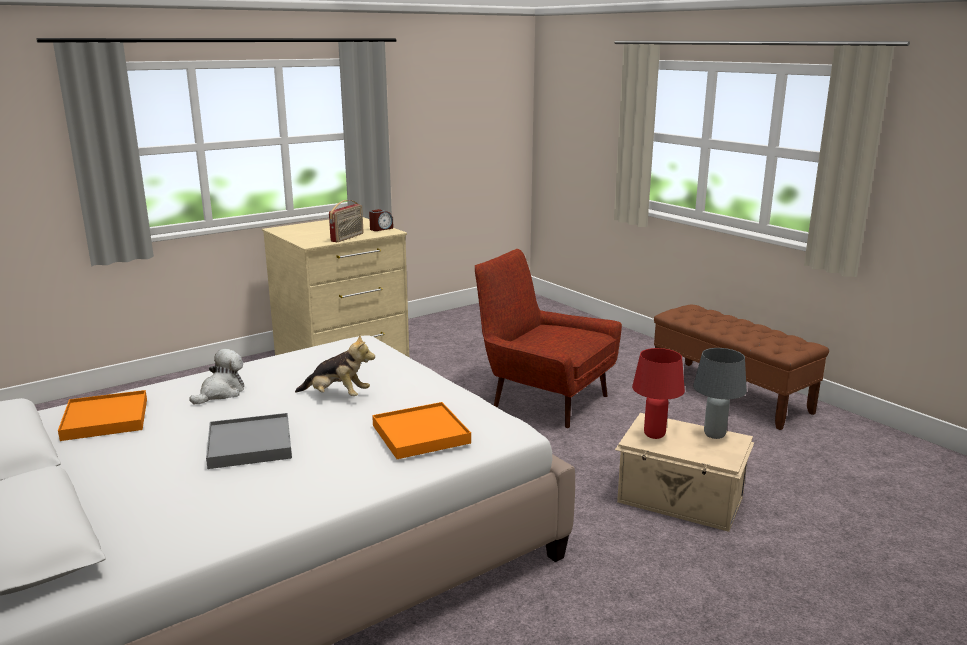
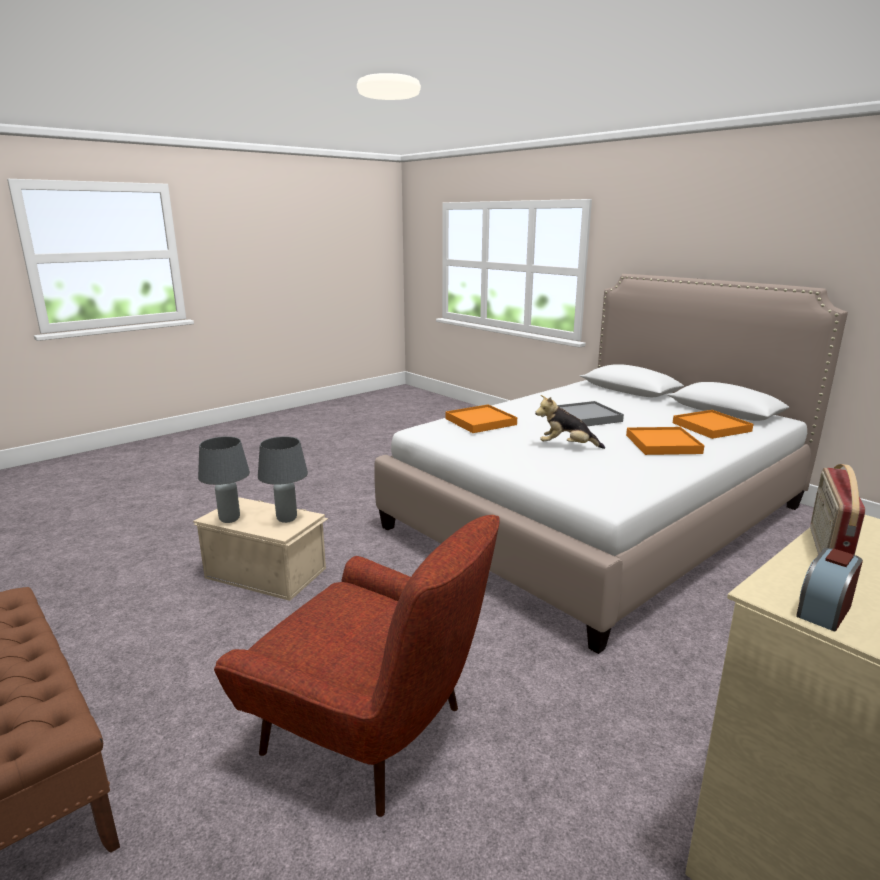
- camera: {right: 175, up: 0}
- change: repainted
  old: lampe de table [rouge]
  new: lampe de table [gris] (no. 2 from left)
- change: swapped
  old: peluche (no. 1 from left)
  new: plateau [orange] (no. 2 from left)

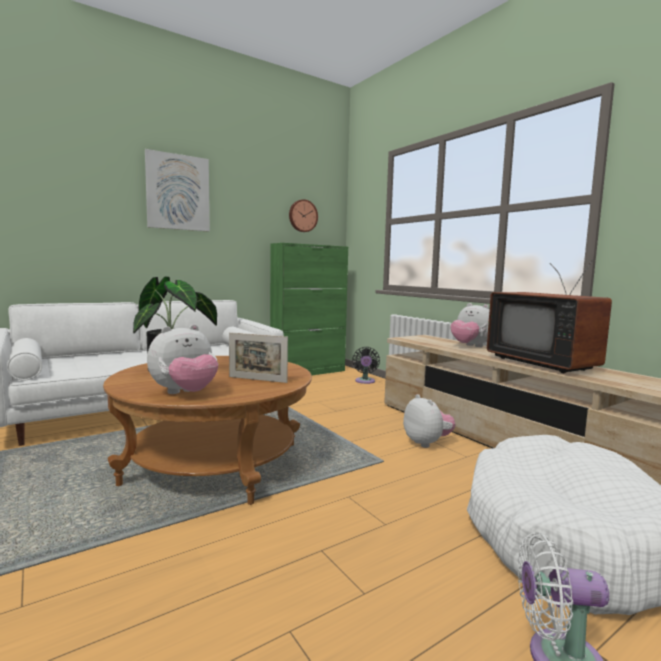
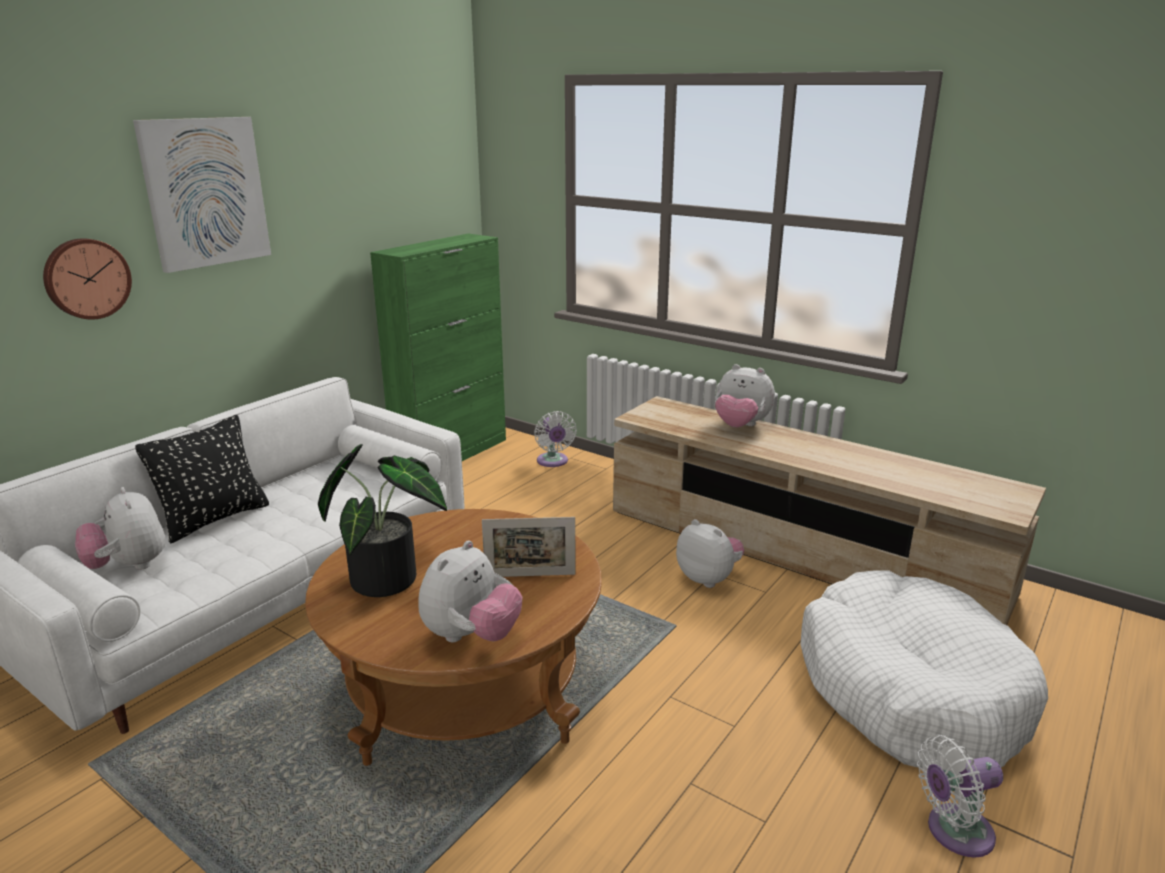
- camera: {right: -20, up: 15}
- change: shifted
  old: horloge murale
- change: new
  new: peluche (no. 1 from left)
- change: new
  new: coussin [noir]
- change: repainted
  old: ventilateur [noir]
  new: ventilateur [blanc] (no. 1 from left)
- change: gone
  old: téléviseur

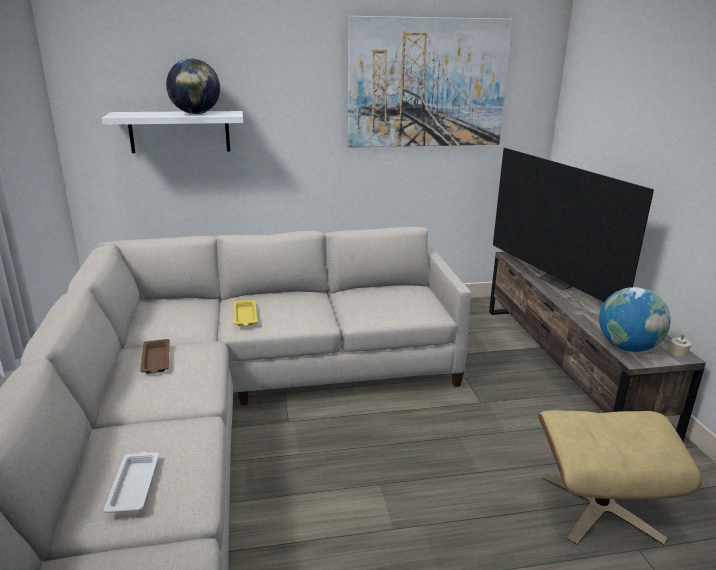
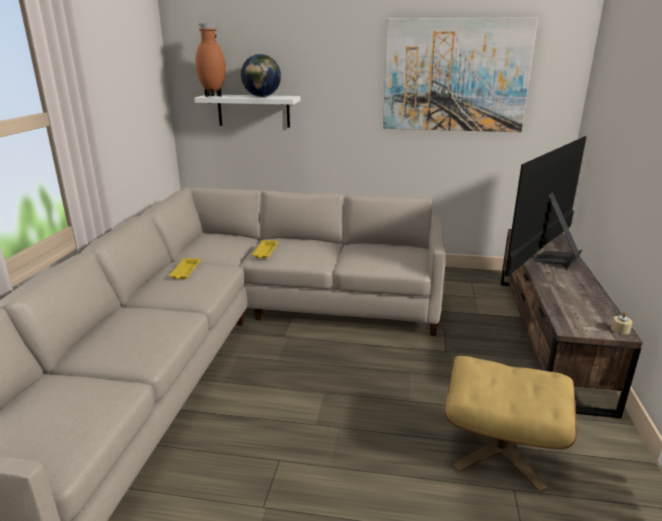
- camera: {right: 20, up: 0}
- change: repainted
  old: plateau [marron]
  new: plateau [jaune] (no. 1 from left)
- change: new
  new: vase [marron]
- change: rotated
  old: téléviseur
  degrees: 45
- change: gone
  old: plateau [blanc]
- change: gone
  old: globe (no. 2 from left)

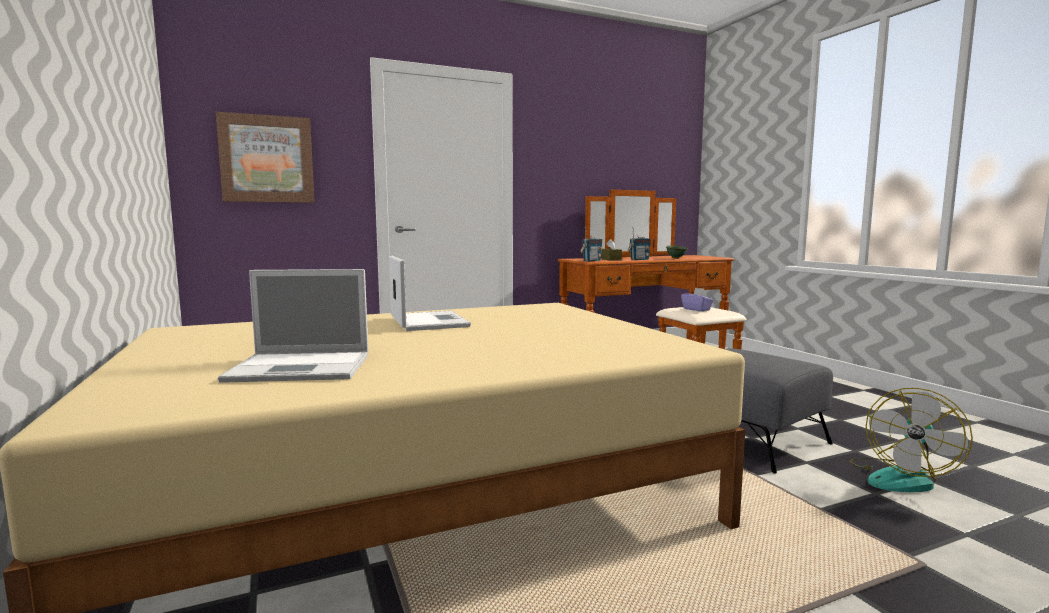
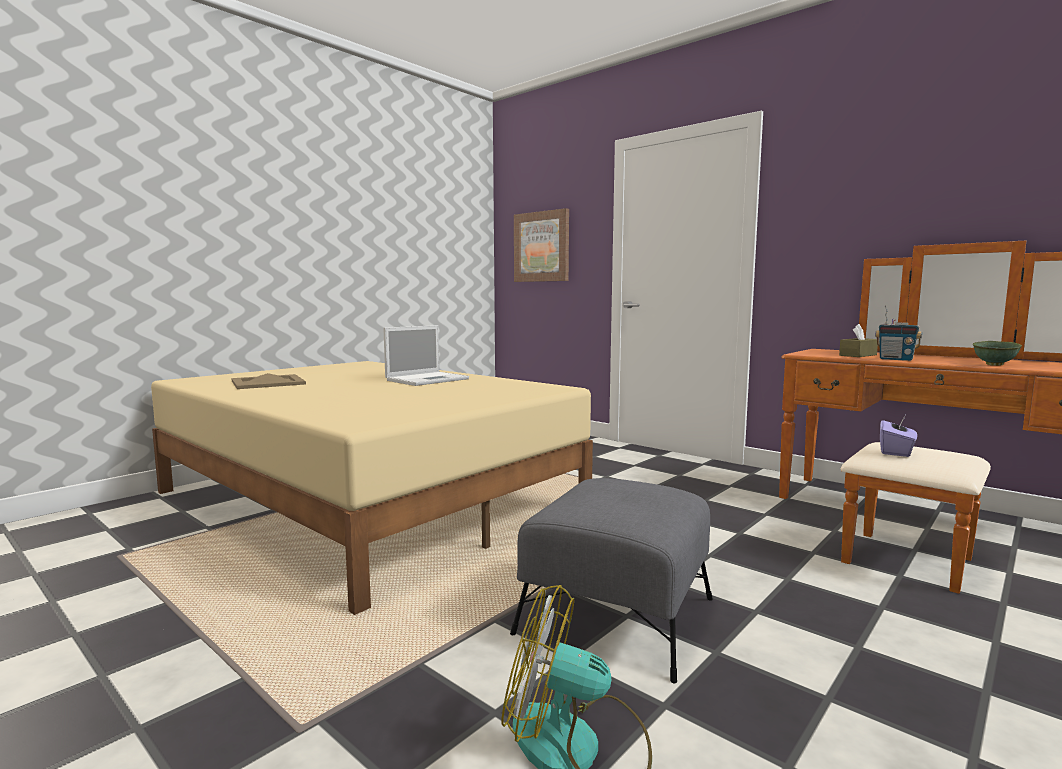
- camera: {right: 65, up: 0}
- change: swapped
  old: ordinateur portable (no. 1 from left)
  new: plateau [beige]
- change: gone
  old: radio (no. 1 from left)

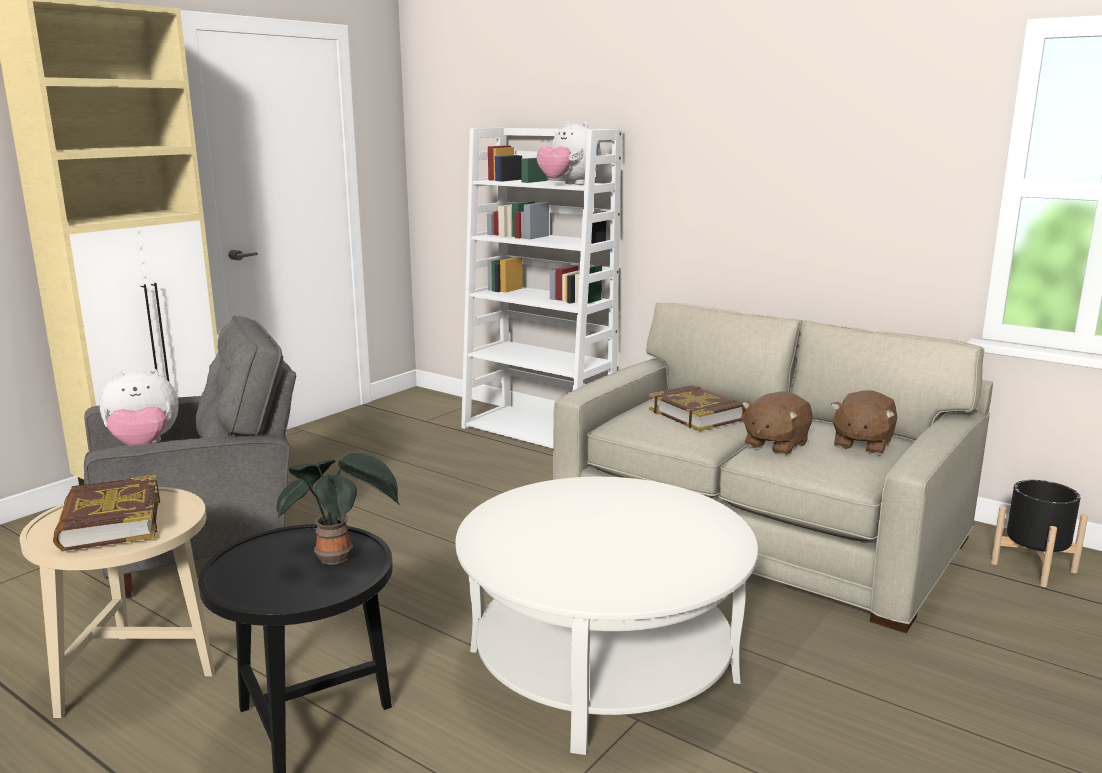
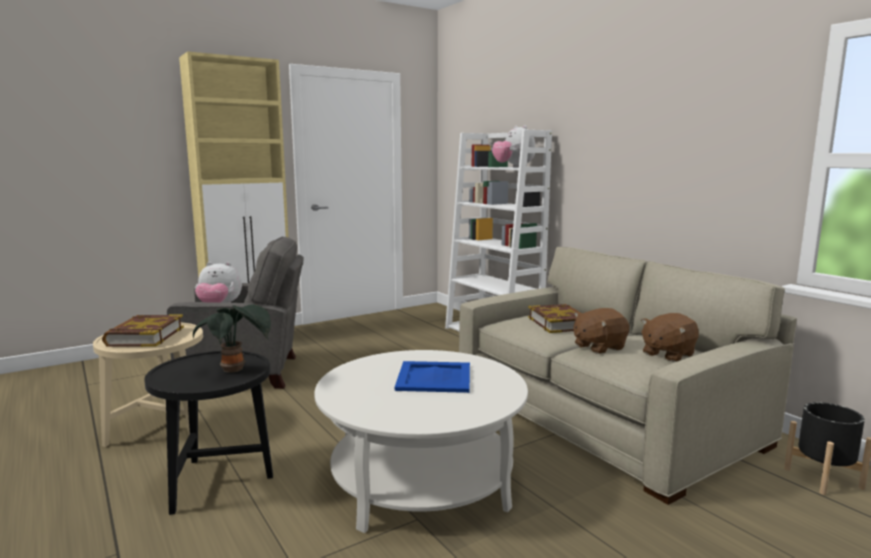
- camera: {right: 20, up: -5}
- change: new
  new: plateau [bleu]

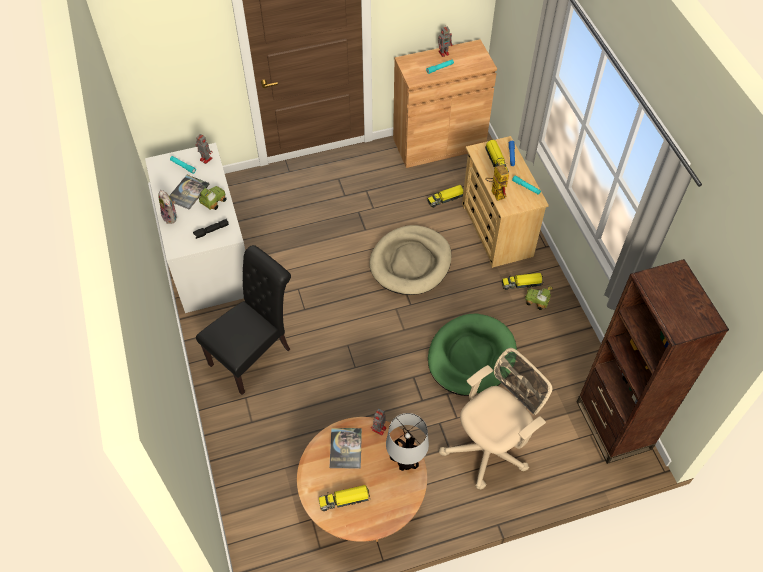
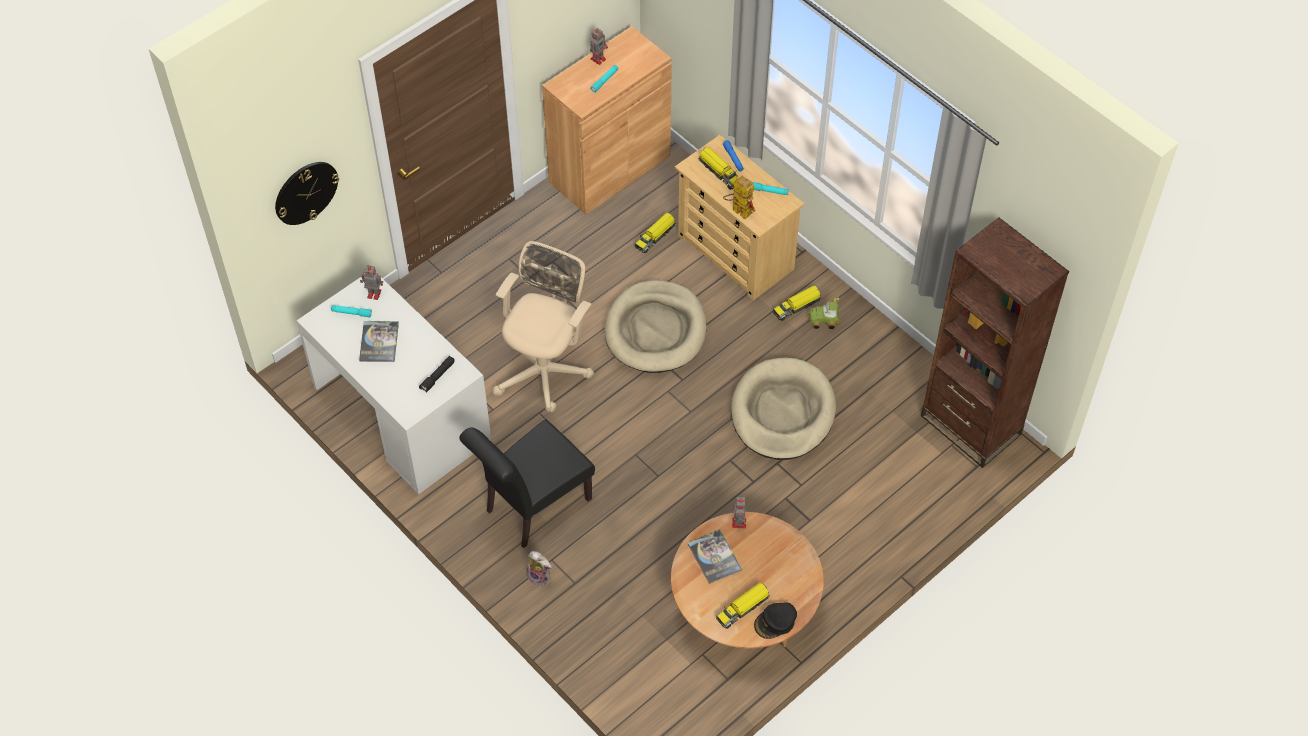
- camera: {right: -25, up: 0}
- change: new
  new: horloge murale
- change: rotated
  old: chaise [noir]
  degrees: -150
- change: shifted
  old: chaise de bureau [beige]
- change: shifted
  old: peluche
- change: repainted
  old: panier pour chien [vert]
  new: panier pour chien [beige] (no. 2 from left)
- change: new
  new: casquette [noir]
- change: gone
  old: petite voiture (no. 1 from left)
- change: gone
  old: lampe de table

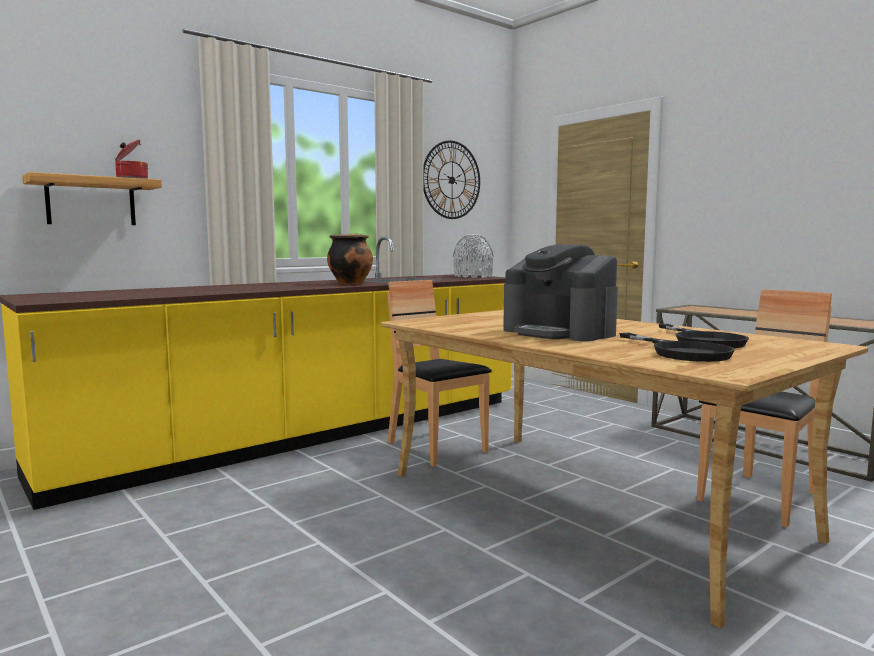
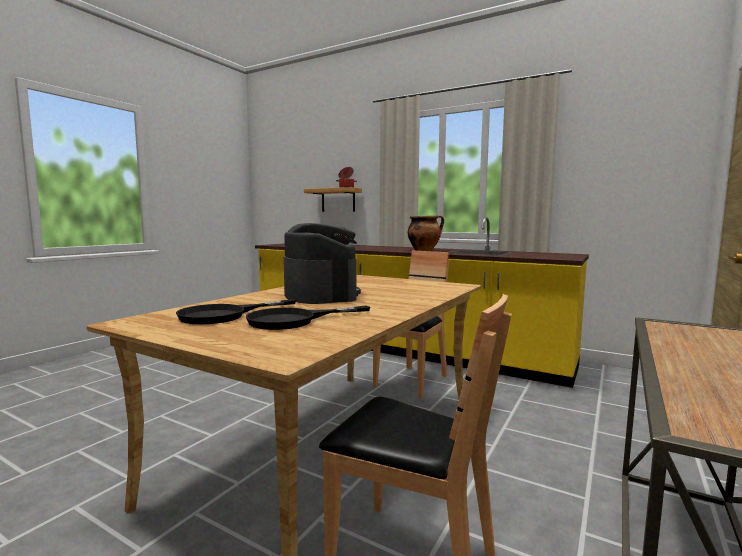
- camera: {right: 70, up: 0}
- change: rotated
  old: machine à café
  degrees: 135
- change: gone
  old: horloge murale
- change: gone
  old: vase [gris]

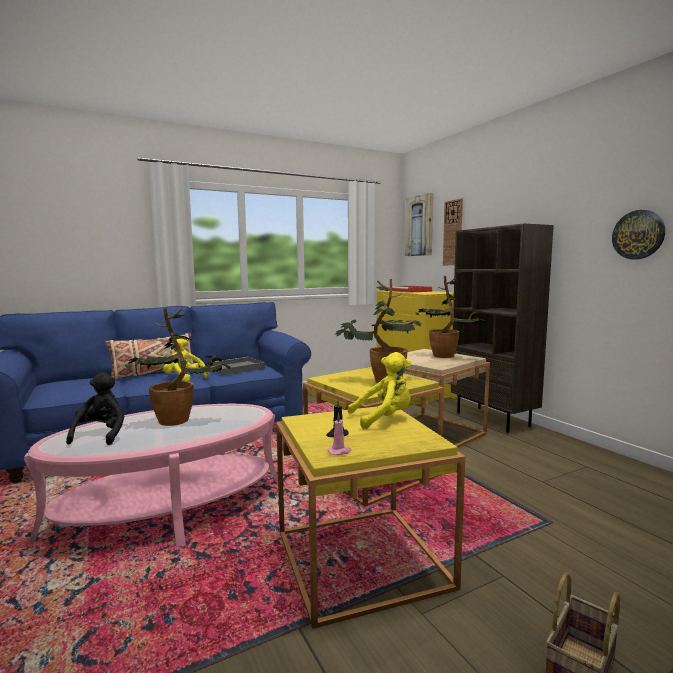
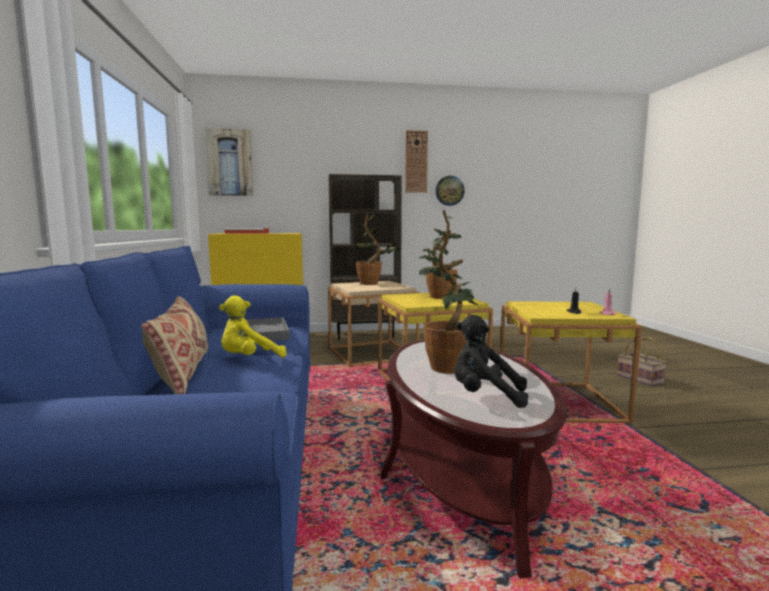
- camera: {right: -70, up: 0}
- change: repainted
  old: table basse [rose]
  new: table basse [marron]
- change: shifted
  old: horloge murale (no. 1 from left)
- change: gone
  old: peluche [jaune] (no. 2 from left)

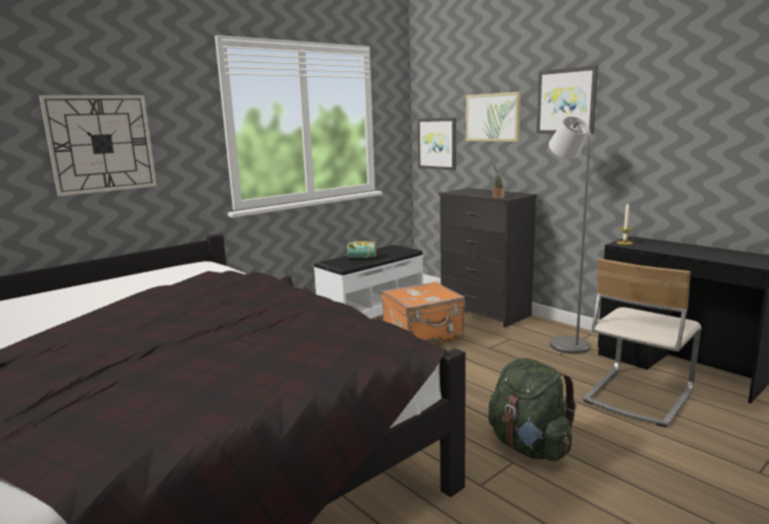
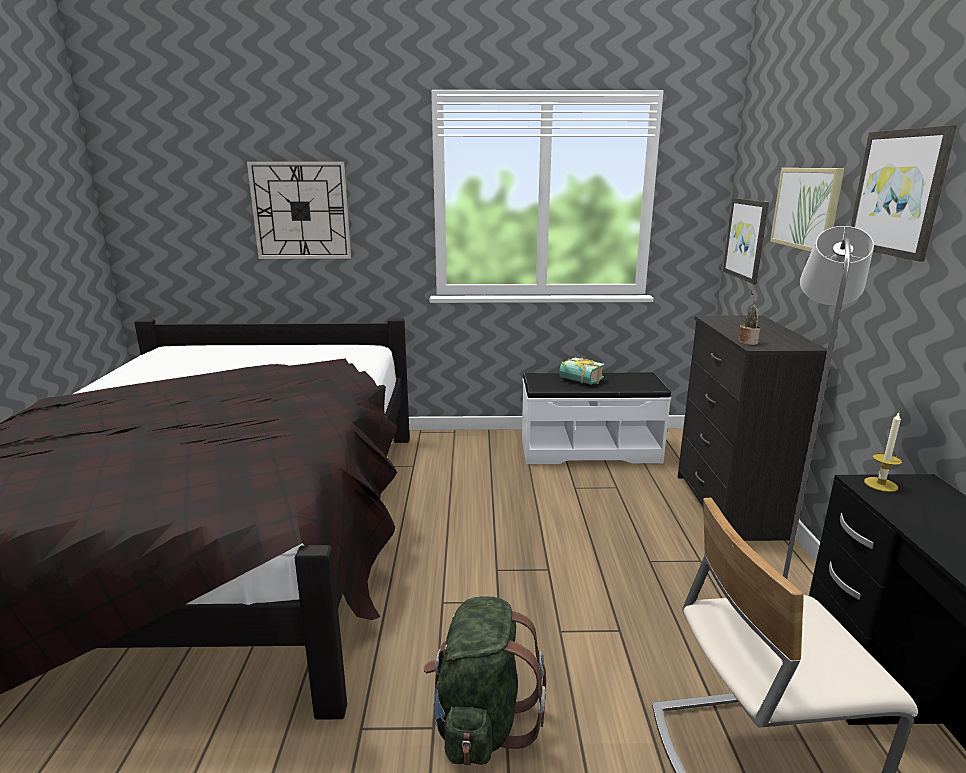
- camera: {right: 40, up: 5}
- change: gone
  old: valise [orange]

